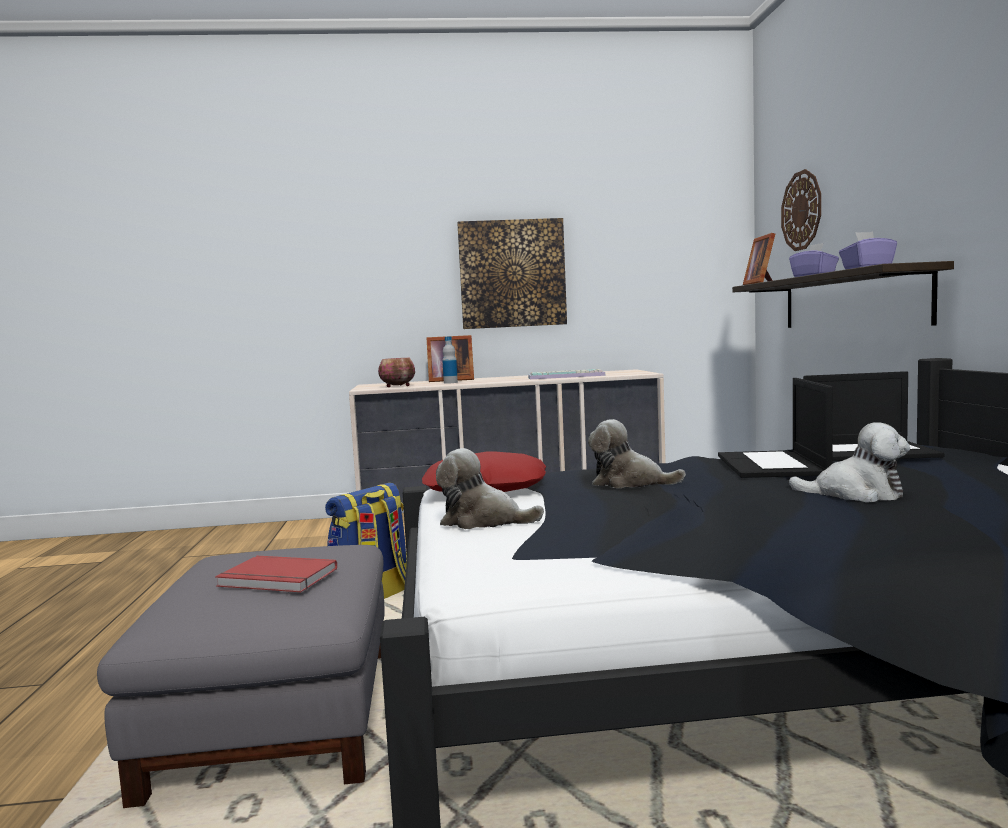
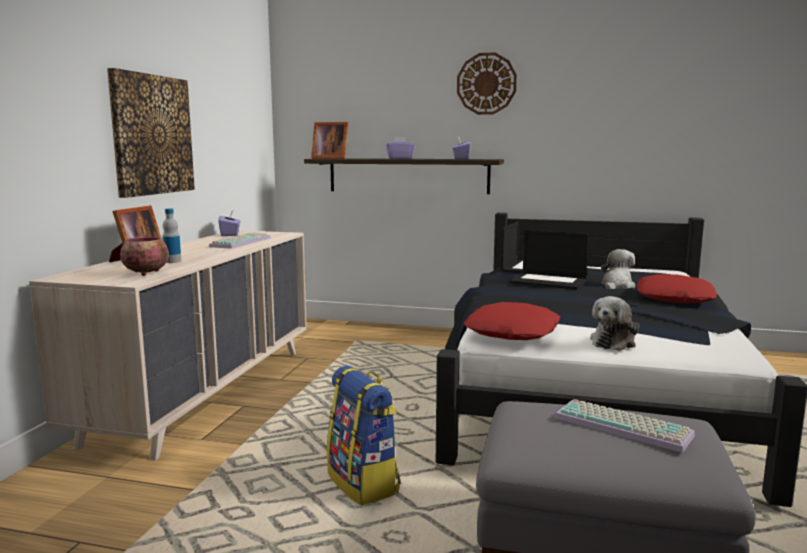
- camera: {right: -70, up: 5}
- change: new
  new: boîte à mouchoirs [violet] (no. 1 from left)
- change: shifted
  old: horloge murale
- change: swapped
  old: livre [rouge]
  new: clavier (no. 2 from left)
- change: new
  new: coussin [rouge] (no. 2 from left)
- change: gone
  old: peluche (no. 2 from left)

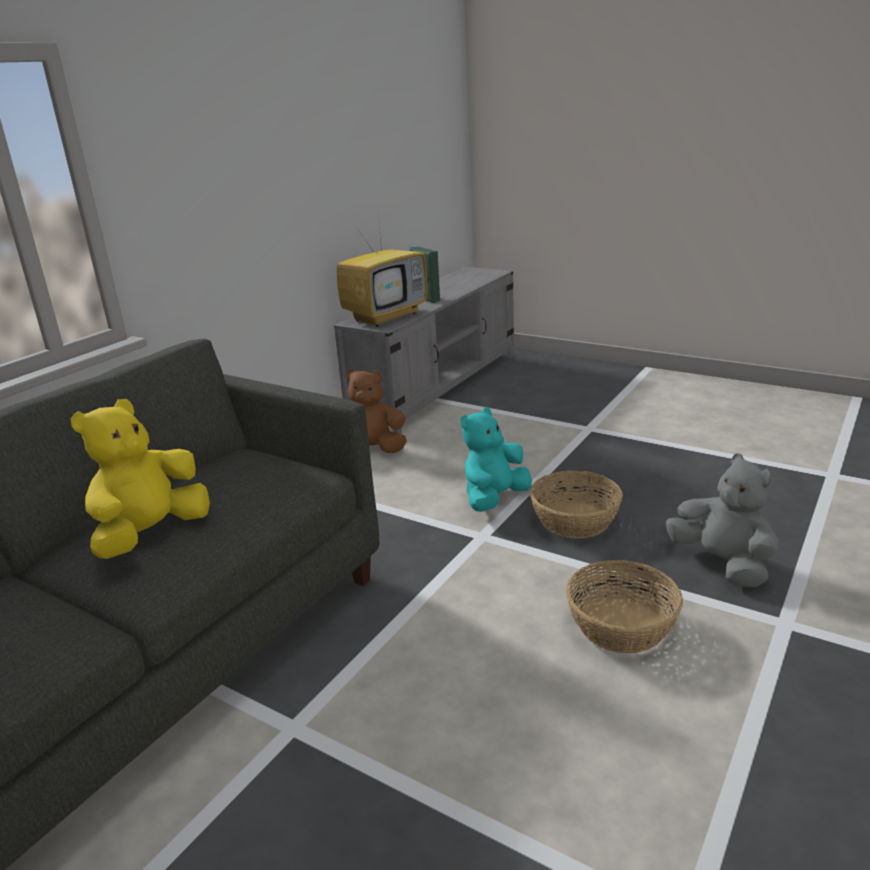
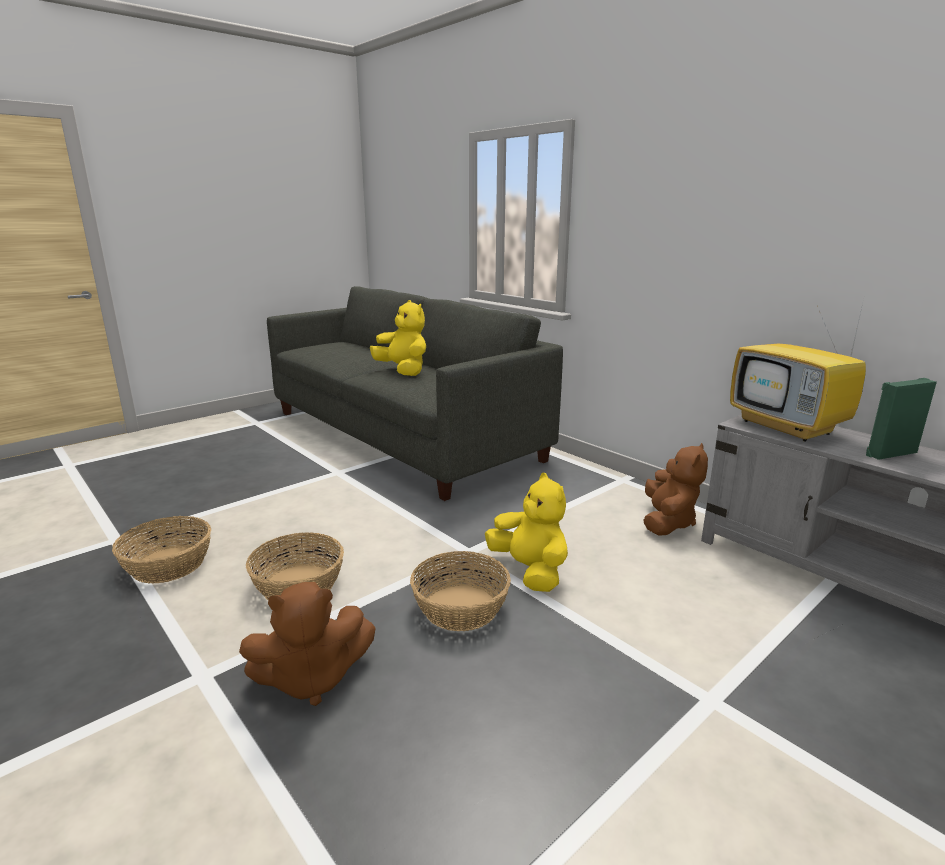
- camera: {right: 105, up: -5}
- change: new
  new: panier (no. 1 from left)
- change: repainted
  old: peluche [gris]
  new: peluche [marron] (no. 1 from left)
- change: repainted
  old: peluche [turquoise]
  new: peluche [jaune] (no. 2 from left)

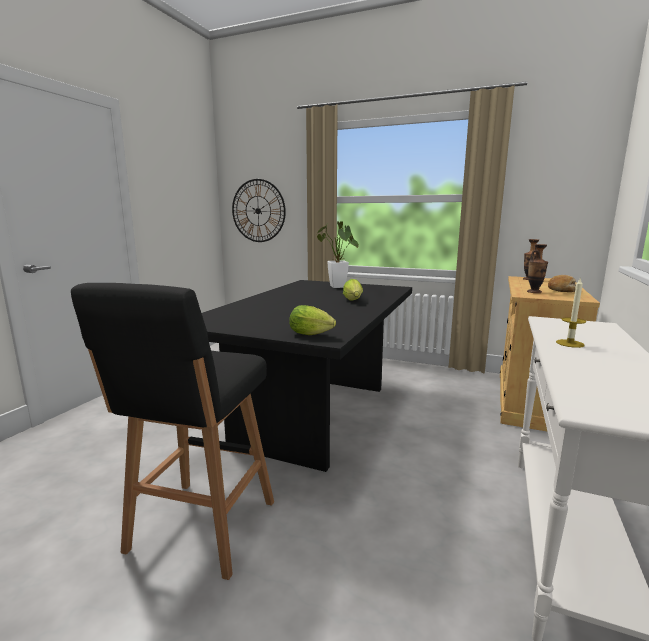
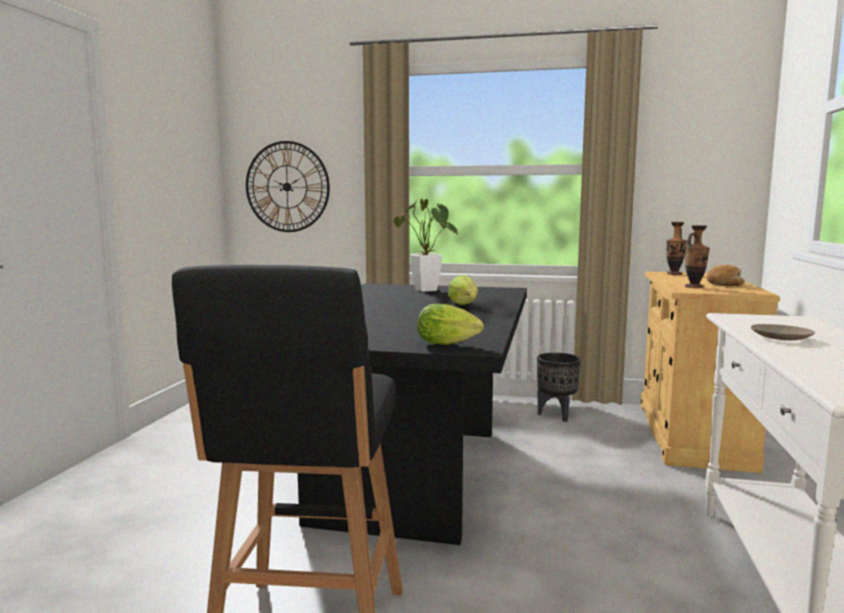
- camera: {right: -10, up: -5}
- change: new
  new: cache-pot [noir]
- change: swapped
  old: bougie
  new: assiette [beige]

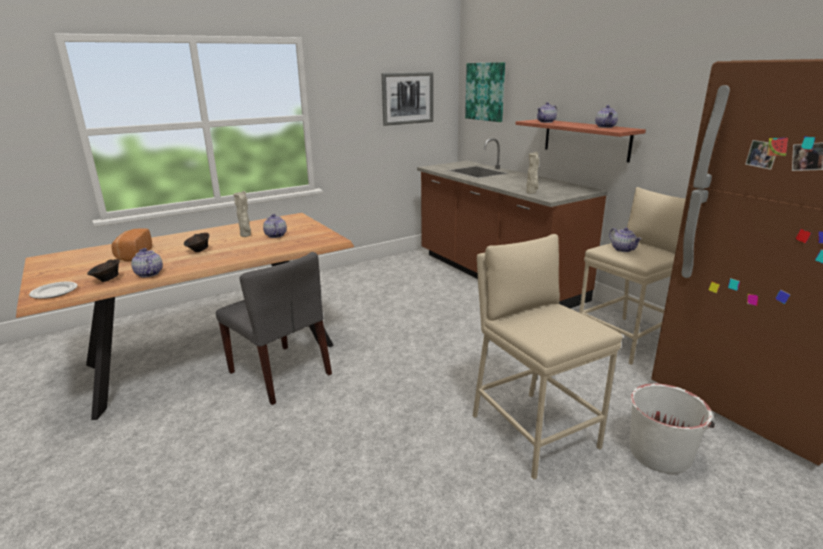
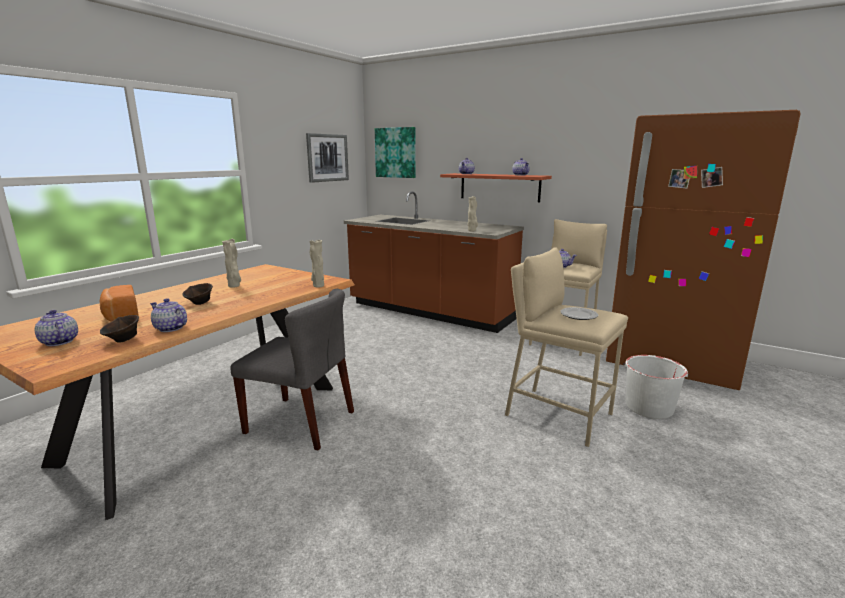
- camera: {right: -25, up: -5}
- change: shifted
  old: théière (no. 2 from left in the first image)
  new: théière (no. 1 from left)
- change: new
  new: vase [beige] (no. 2 from left)
- change: shifted
  old: assiette

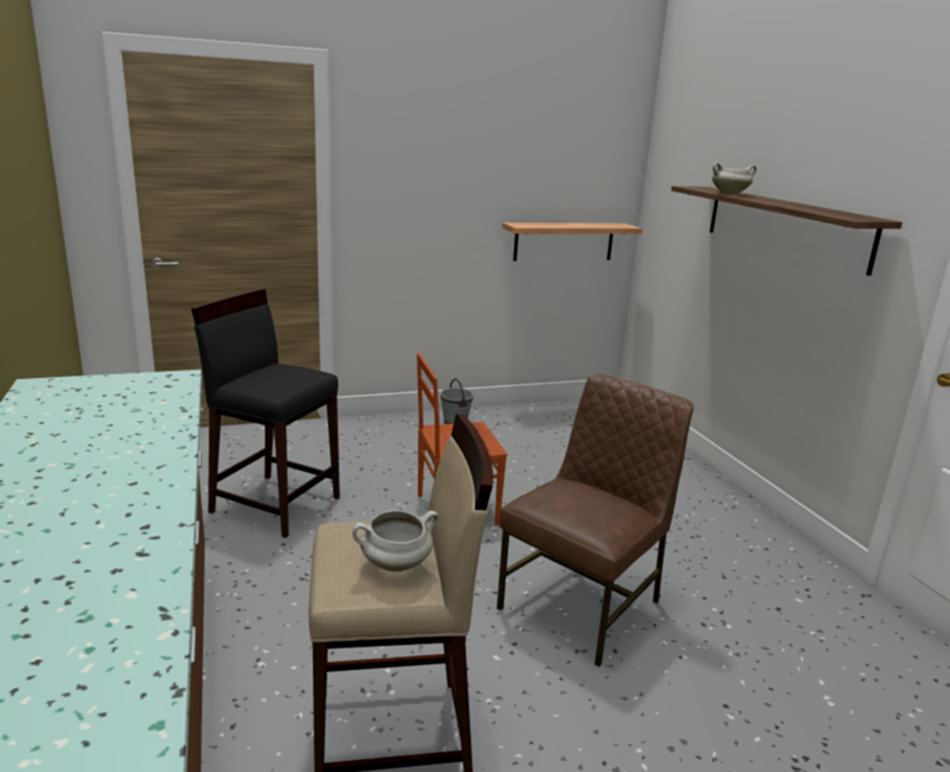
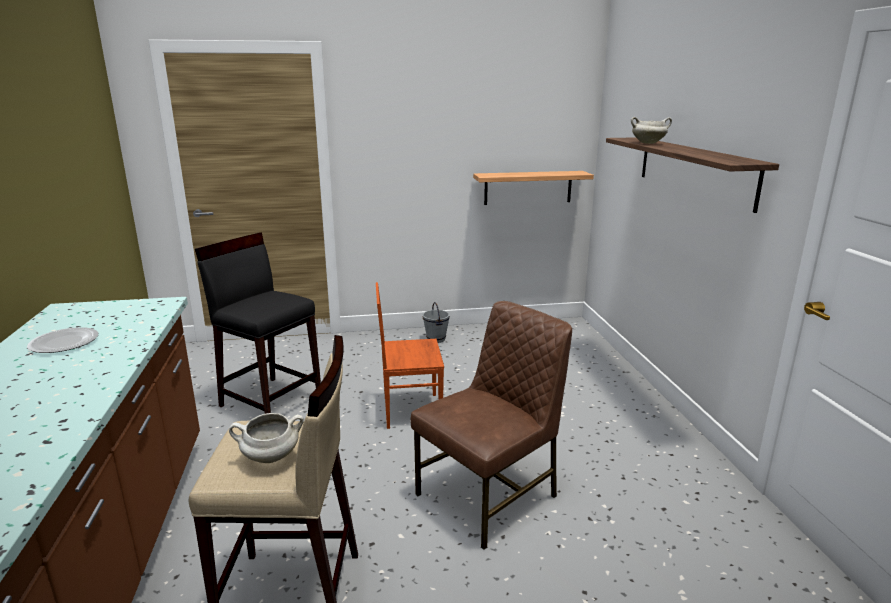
- camera: {right: 10, up: 0}
- change: new
  new: assiette

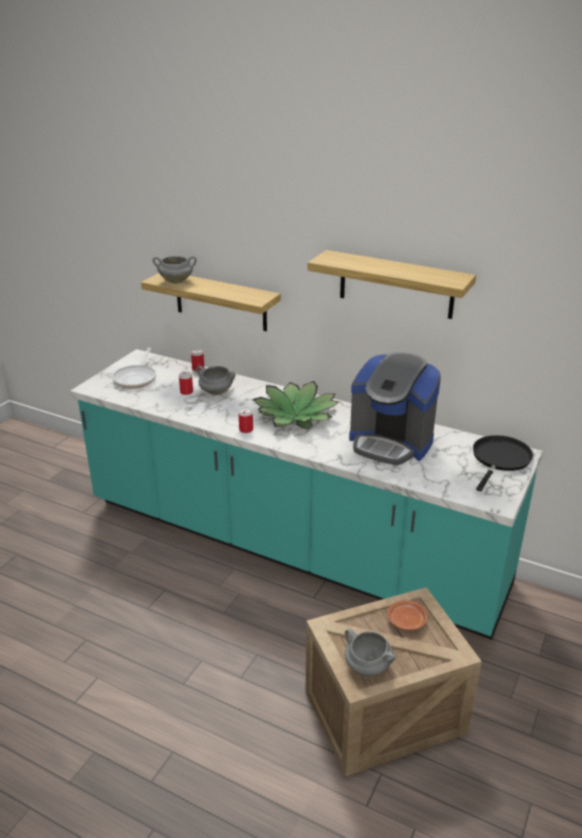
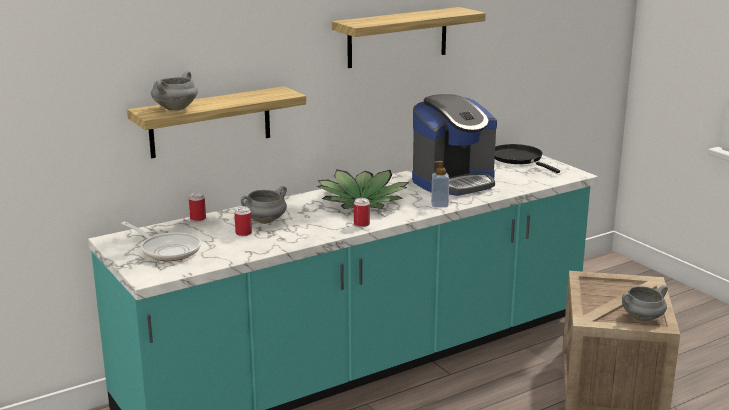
- camera: {right: -60, up: -10}
- change: new
  new: distributeur de savon
- change: gone
  old: assiette [marron]

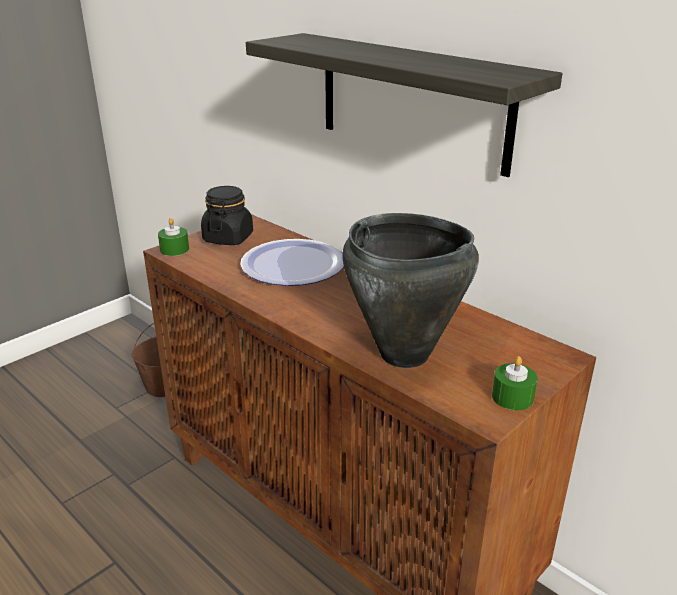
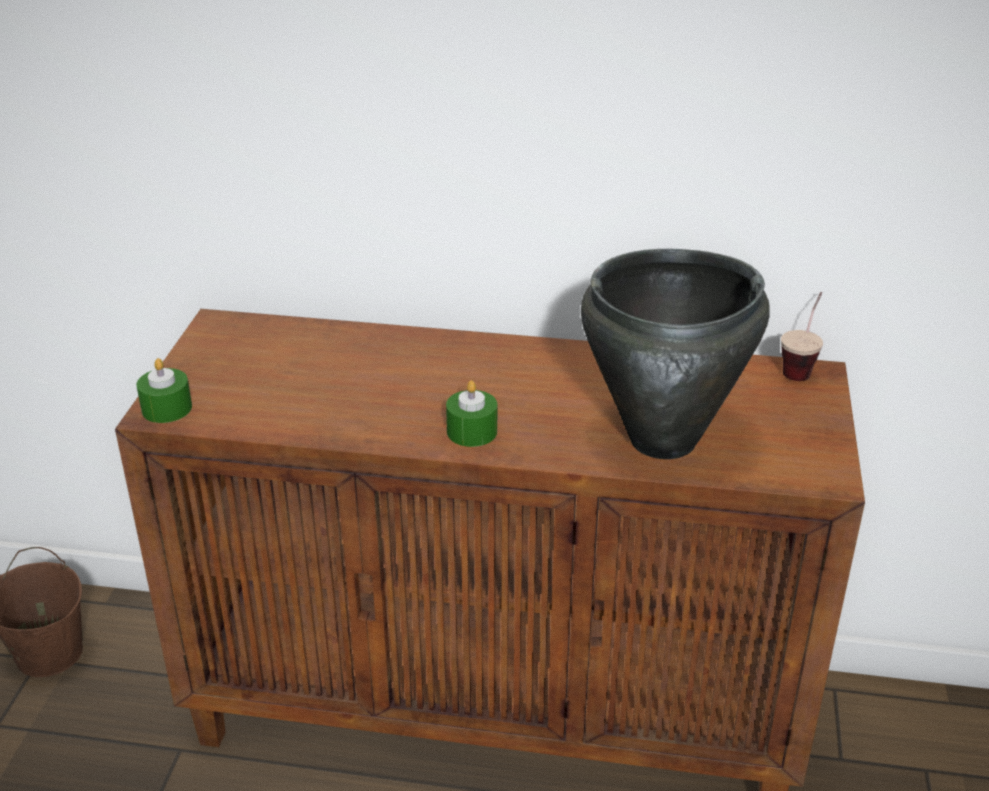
- camera: {right: -35, up: 5}
- change: shifted
  old: bougie [vert] (no. 2 from left)
- change: new
  new: tasse
- change: gone
  old: bocal [noir]
- change: gone
  old: assiette
- change: gone
  old: étagère

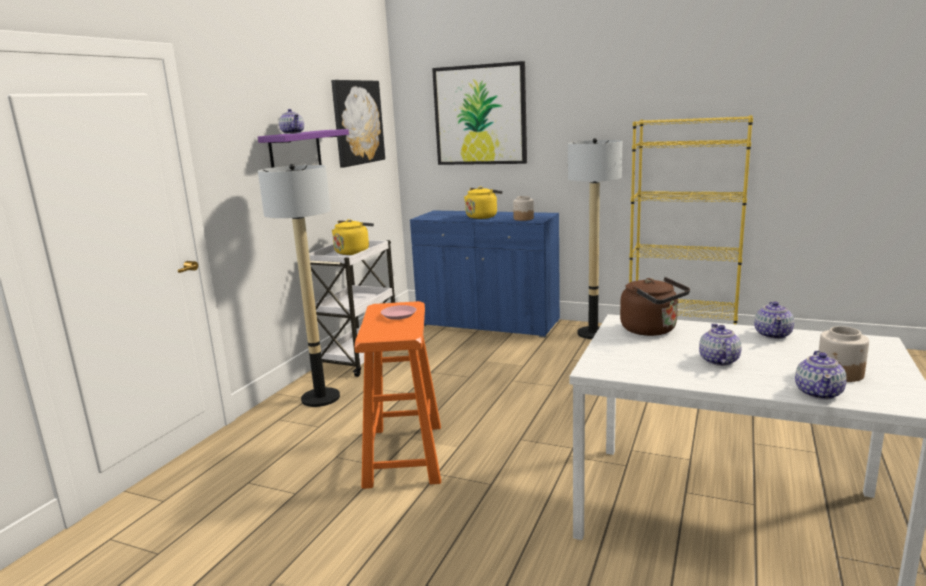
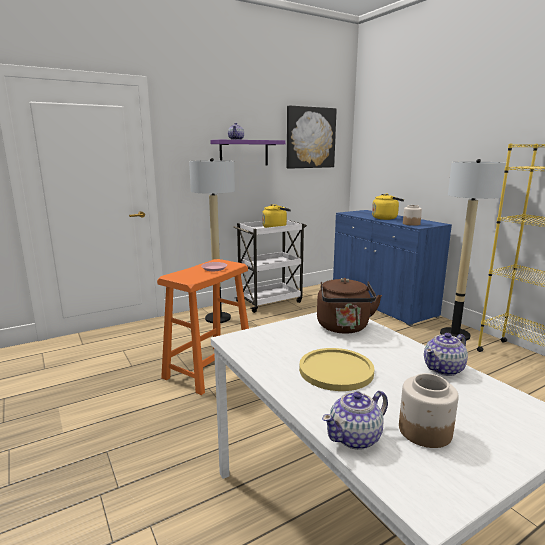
- camera: {right: 35, up: 0}
- change: swapped
  old: théière (no. 2 from left)
  new: assiette [jaune]
- change: gone
  old: tableau (no. 2 from left)

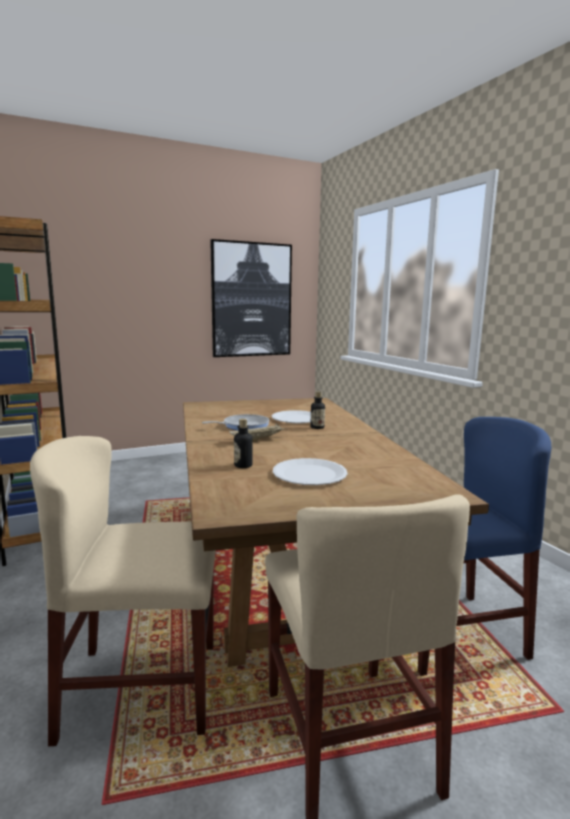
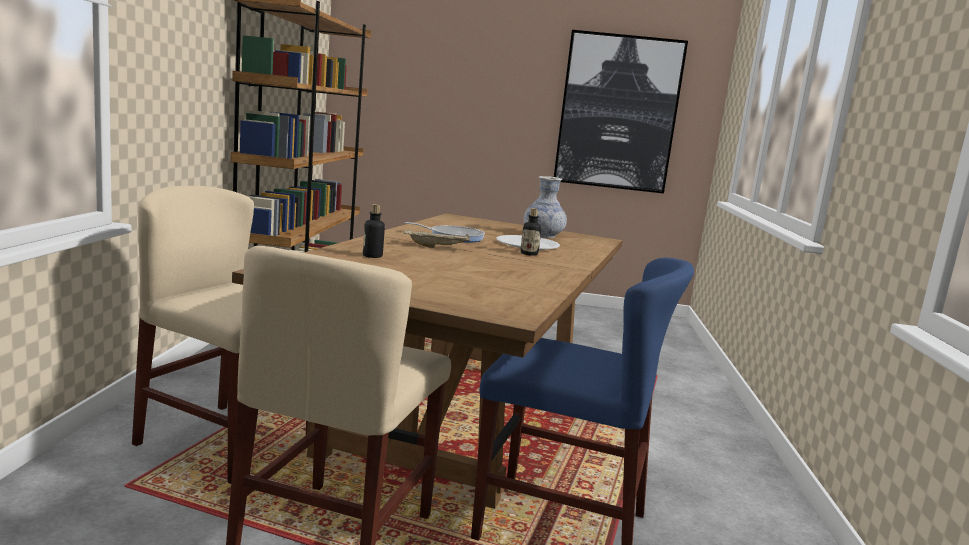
- camera: {right: 30, up: 0}
- change: new
  new: vase
- change: gone
  old: assiette [blanc] (no. 2 from left)

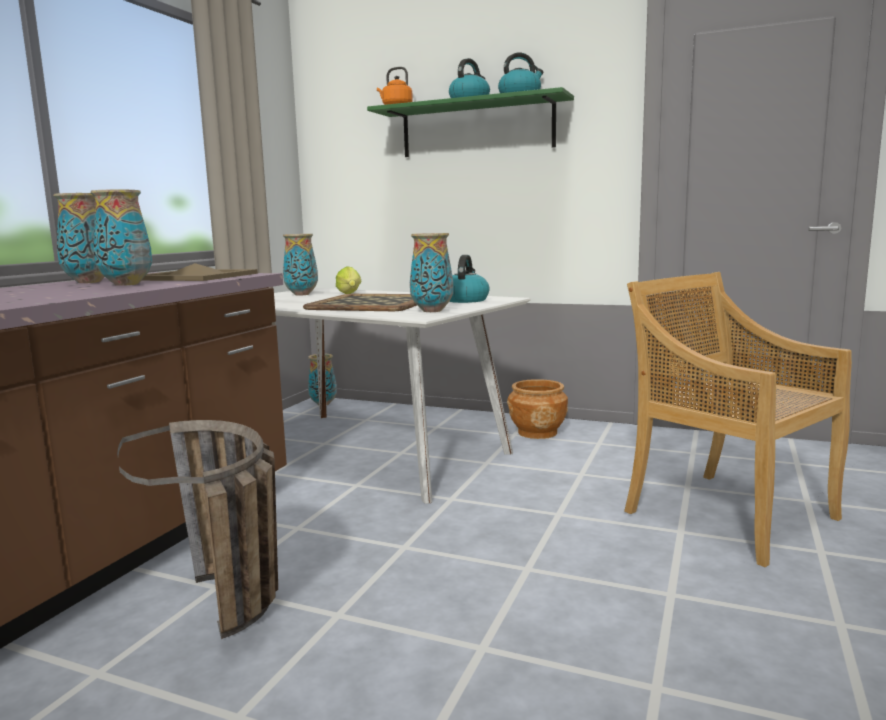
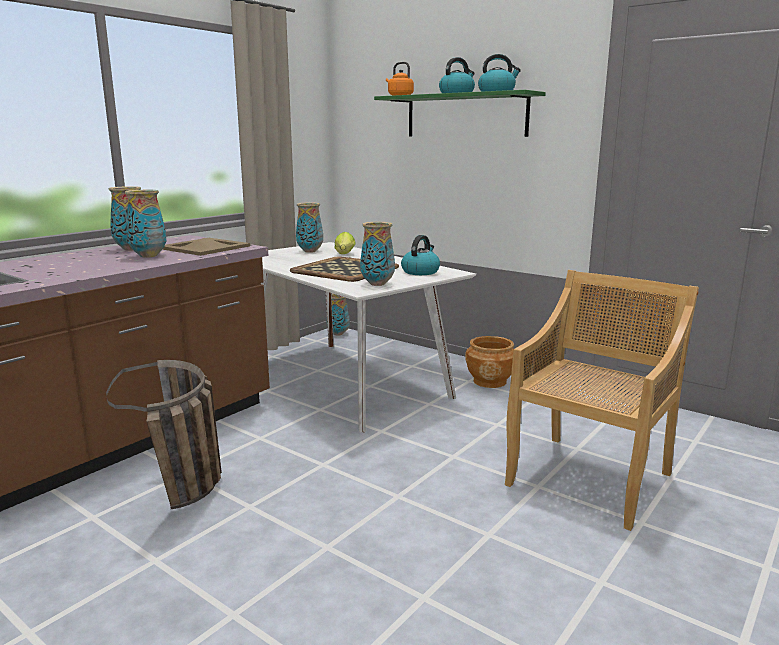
- camera: {right: 15, up: 5}
- change: rotated
  old: chaise [beige]
  degrees: 60

